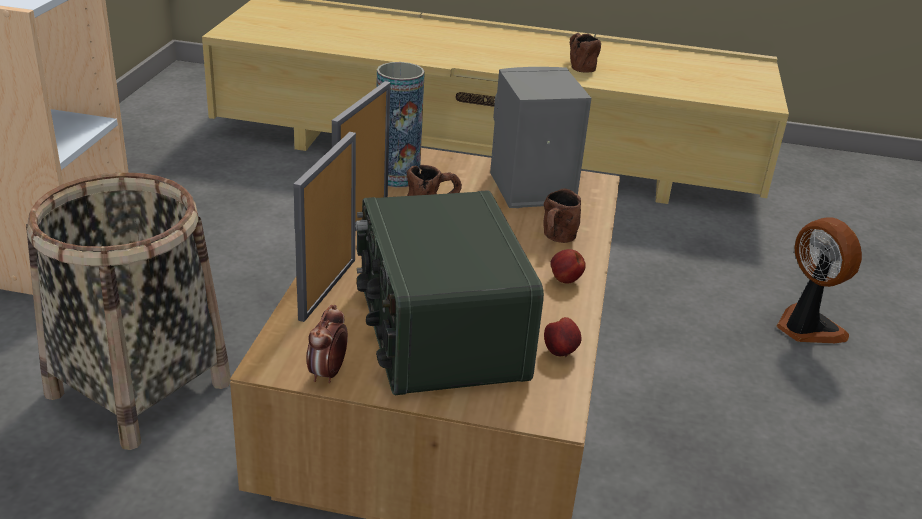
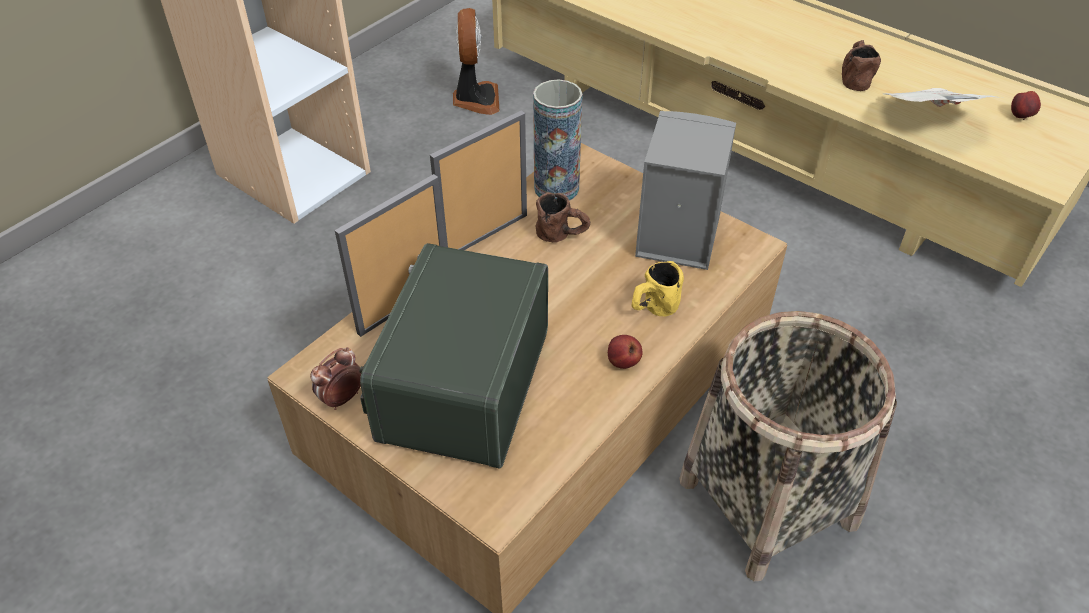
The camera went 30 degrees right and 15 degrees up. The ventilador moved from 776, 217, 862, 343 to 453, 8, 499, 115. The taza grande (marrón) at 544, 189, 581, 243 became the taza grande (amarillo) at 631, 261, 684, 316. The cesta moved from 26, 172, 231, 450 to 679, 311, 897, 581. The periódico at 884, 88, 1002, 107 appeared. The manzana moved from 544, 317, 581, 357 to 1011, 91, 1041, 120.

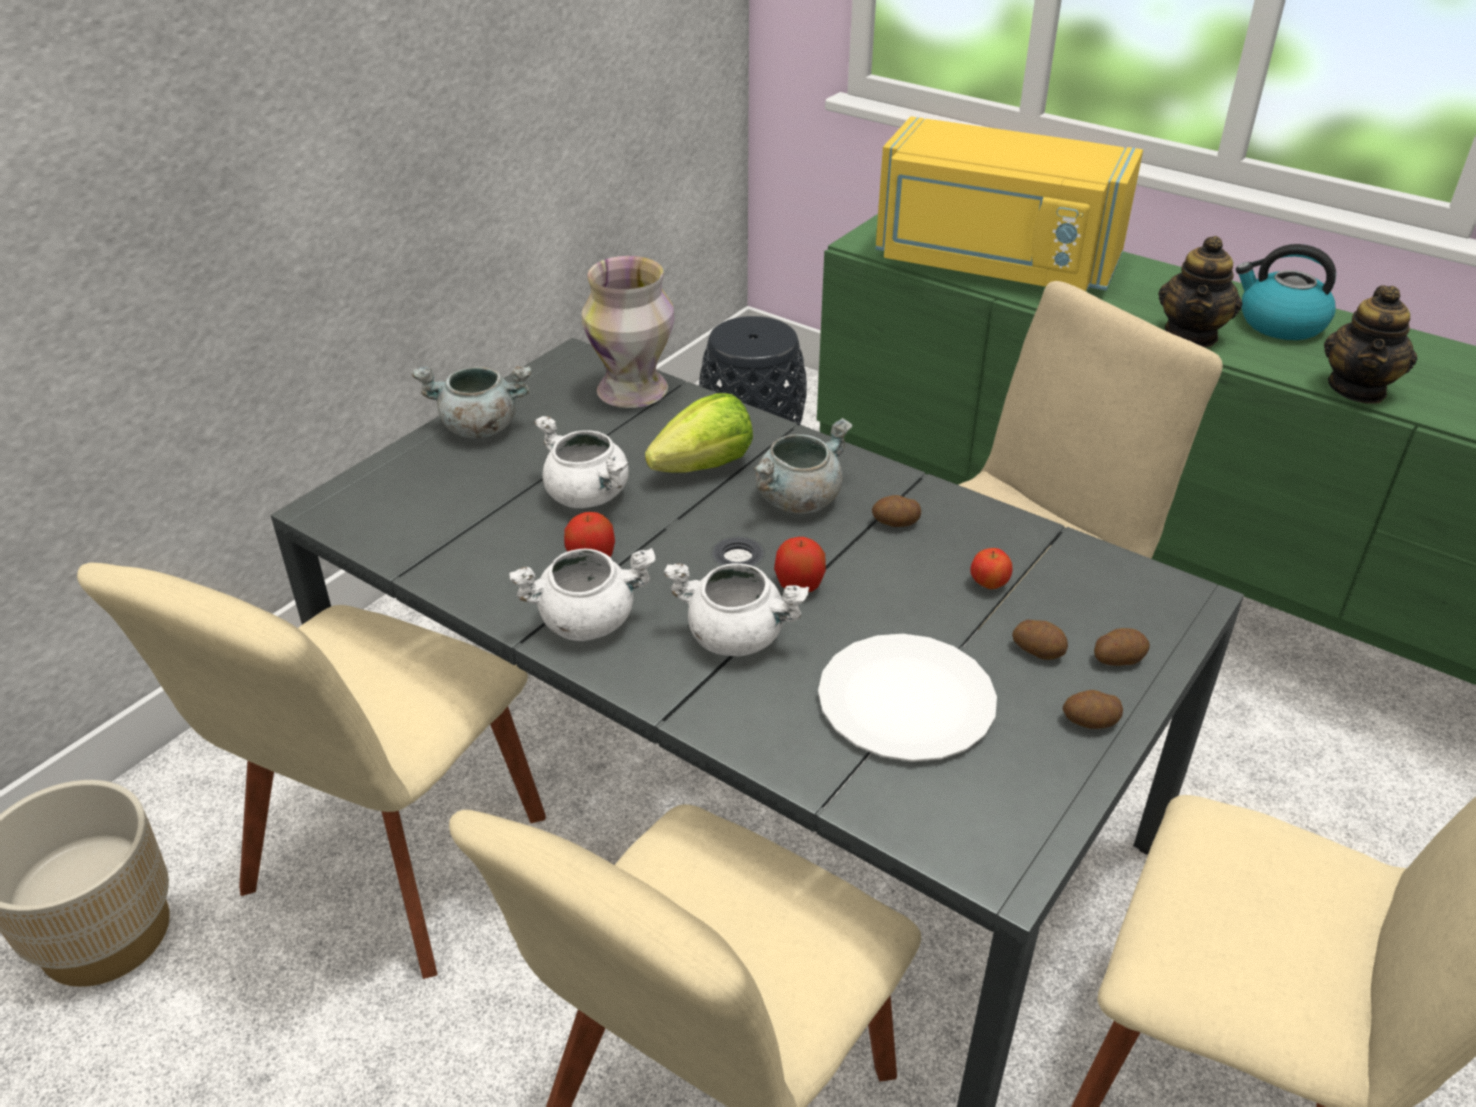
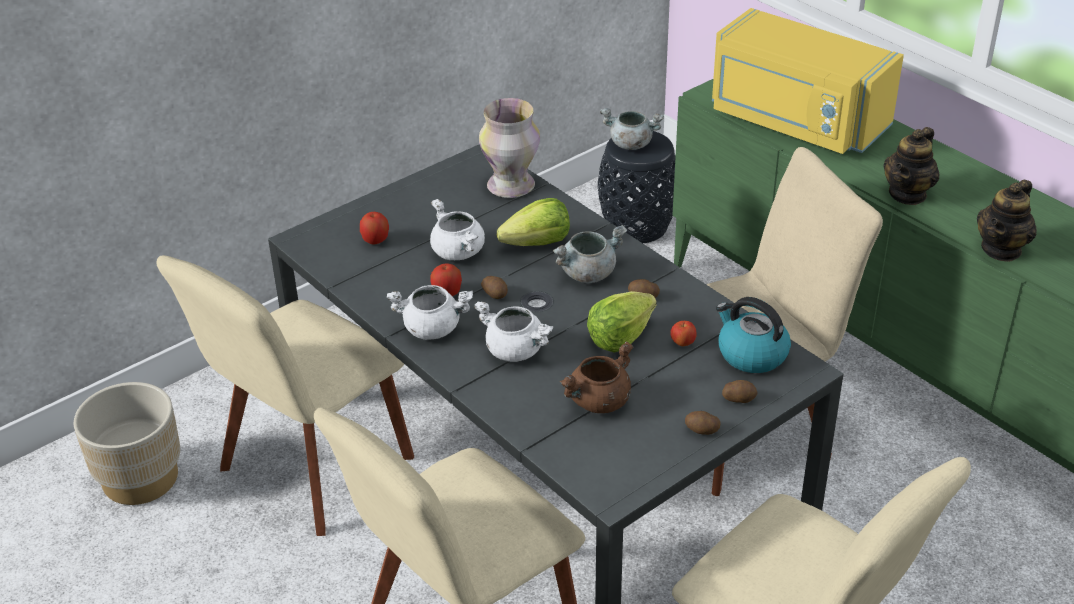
The camera went 15 degrees right and 0 degrees up. The manzana moved from 774, 537, 826, 592 to 360, 212, 389, 245. The patata moved from 1012, 620, 1068, 660 to 481, 276, 508, 299. The plato (blanco) at 818, 634, 997, 762 was replaced by the olla (marrón) at 560, 341, 634, 413. The lechuga at 587, 291, 657, 353 appeared. The olla (gris) moved from 412, 366, 532, 438 to 600, 108, 664, 150. The hervidor moved from 1236, 244, 1336, 340 to 716, 297, 791, 373.

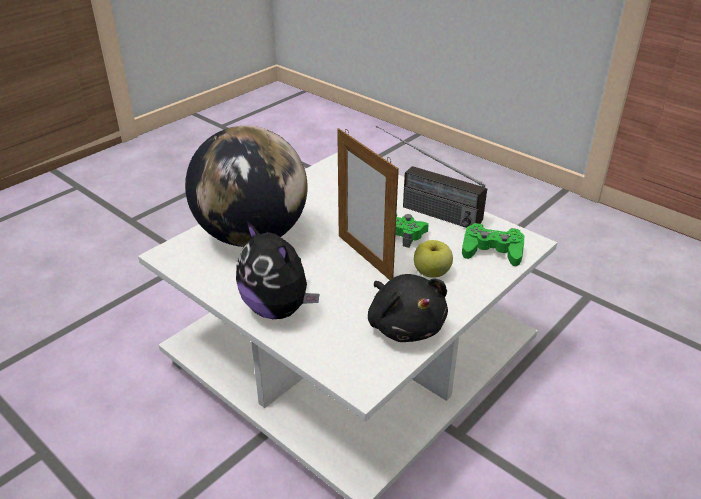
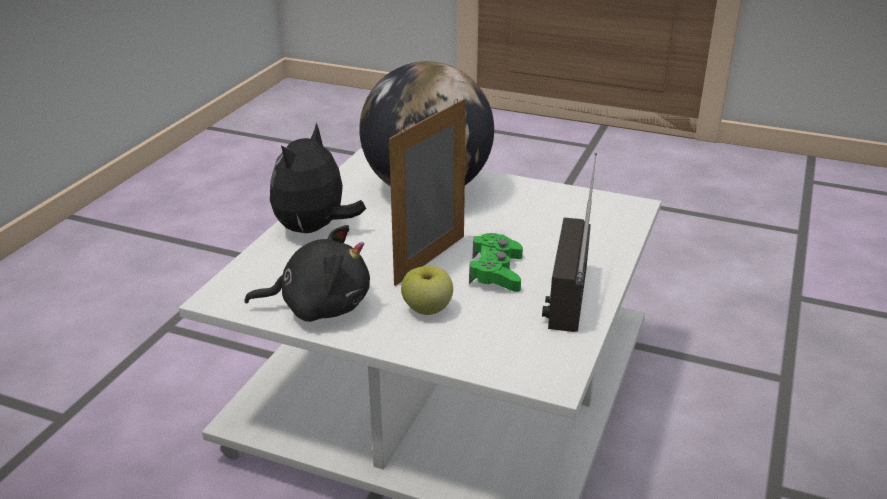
The camera went 70 degrees right and 5 degrees down. The peluche (negro) at 368, 274, 448, 342 turned 135 degrees counterclockwise. The mando de consola (verde) at 462, 223, 524, 266 disappeared.

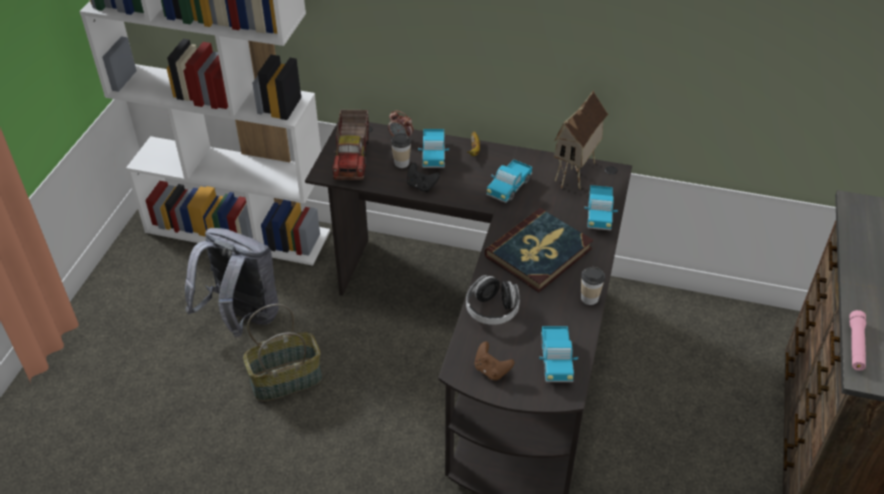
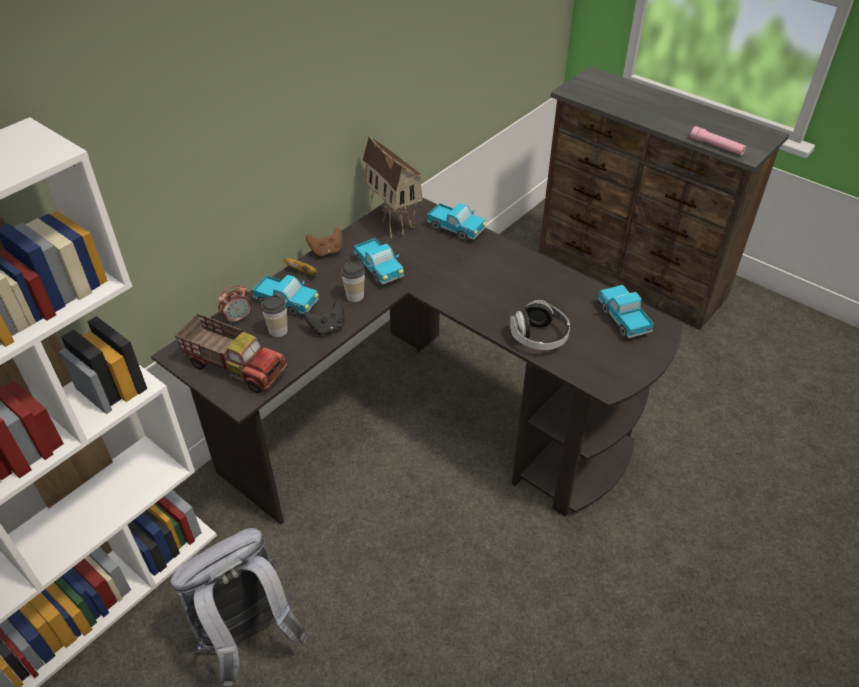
The camera went 65 degrees left and 0 degrees up. The mando de consola (marrón) moved from 475, 341, 514, 380 to 306, 228, 342, 257. The taza moved from 581, 267, 605, 305 to 341, 261, 365, 302. The camión de juguete at 539, 326, 579, 382 turned 135 degrees counterclockwise. The cesta at 243, 304, 322, 401 disappeared. The libro at 485, 208, 593, 292 disappeared.

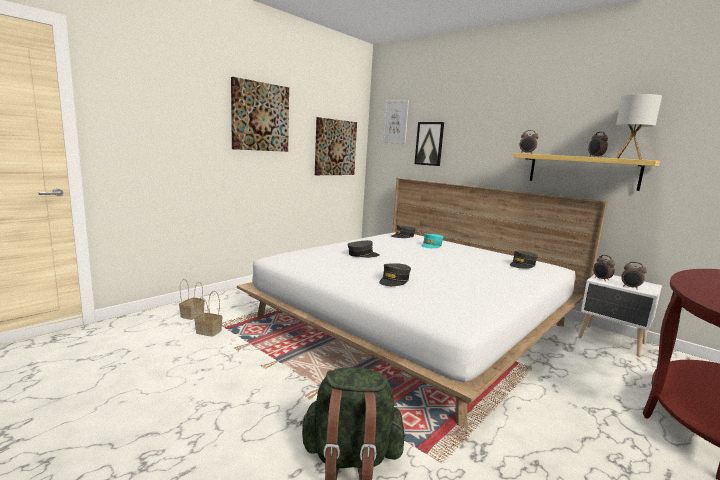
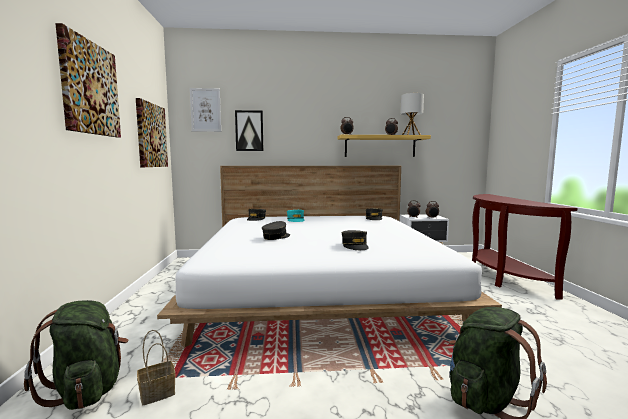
The camera went 45 degrees left and 5 degrees down. The cesta at 179, 279, 205, 320 was replaced by the mochila (verde) at 24, 300, 128, 410.

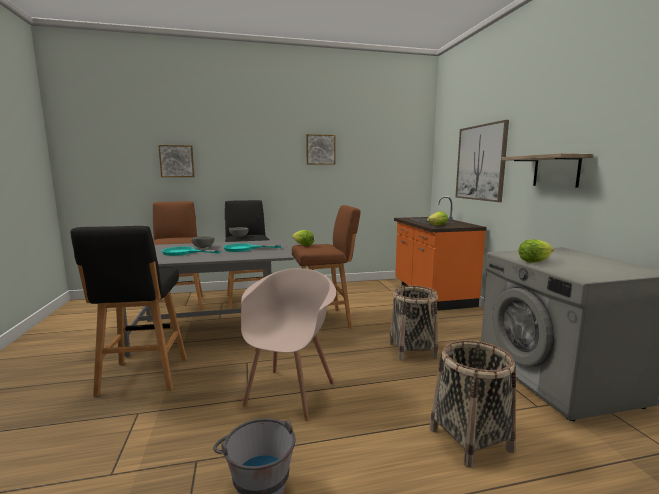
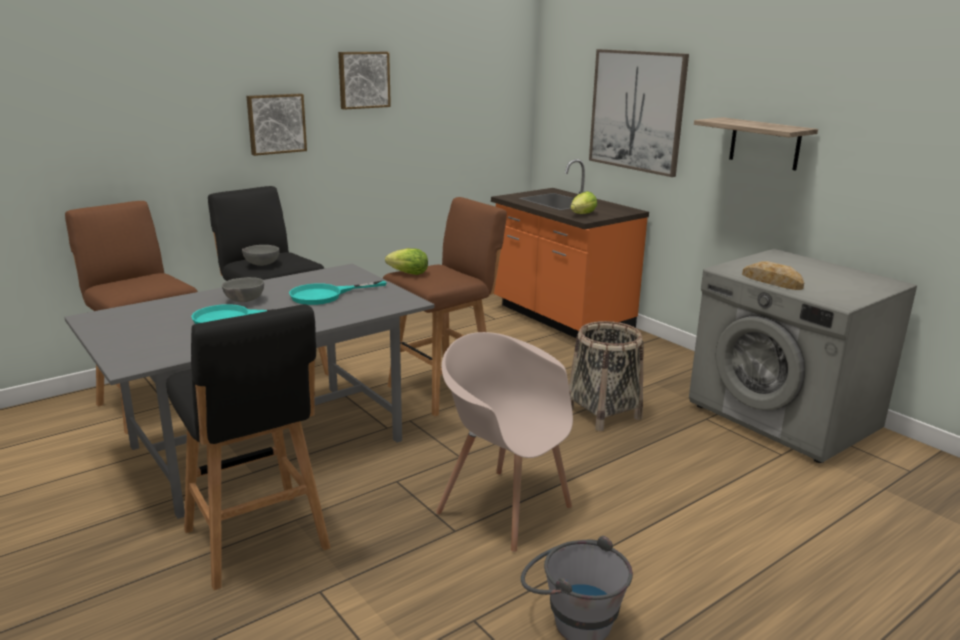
The camera went 25 degrees left and 10 degrees up. The cuadro moved from 158, 145, 195, 177 to 246, 93, 307, 156. The silla (beis) at 241, 268, 336, 421 turned 45 degrees counterclockwise. The lechuga at 518, 239, 554, 263 was replaced by the pan at 742, 261, 804, 290. The cesta at 430, 340, 516, 468 disappeared.

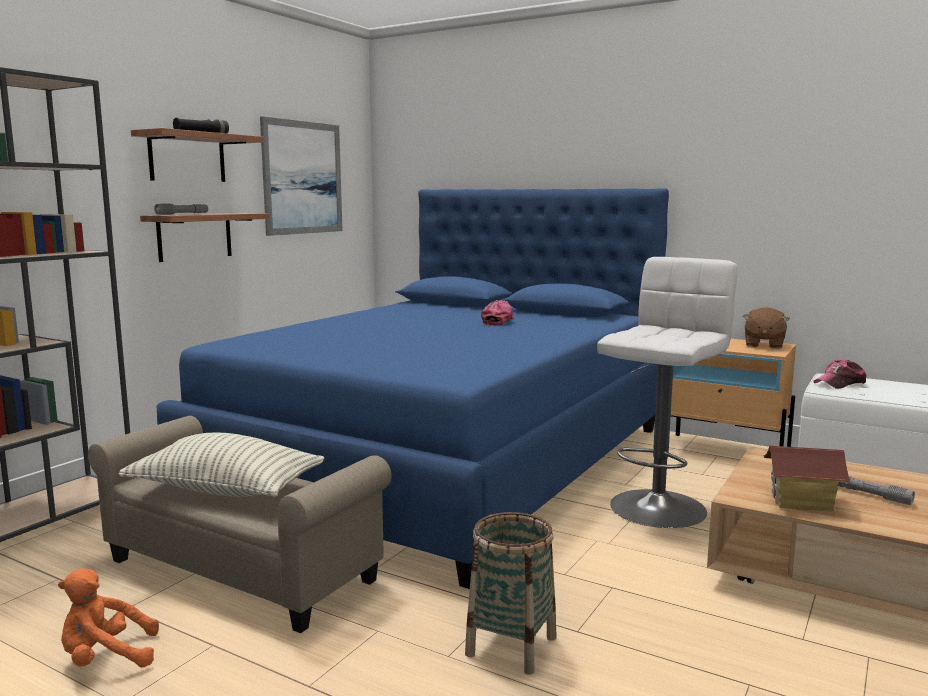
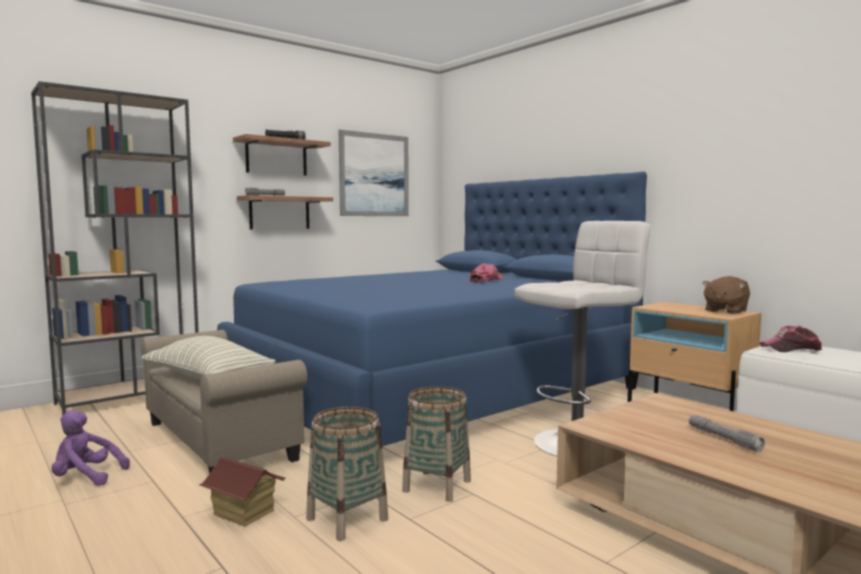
The camera went 20 degrees right and 5 degrees down. The peluche (naranja) at 58, 568, 159, 667 became the peluche (morado) at 51, 410, 130, 486. The casita moved from 763, 446, 851, 512 to 199, 456, 285, 527. The cesta at 402, 386, 471, 502 appeared.

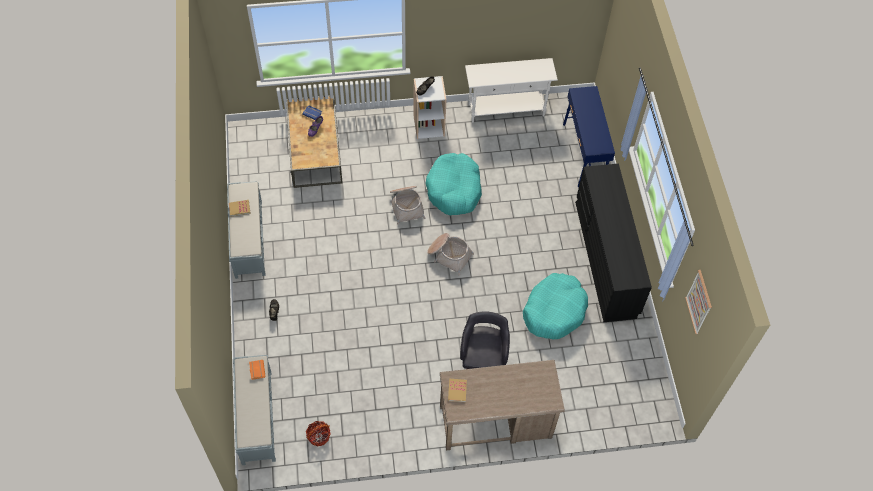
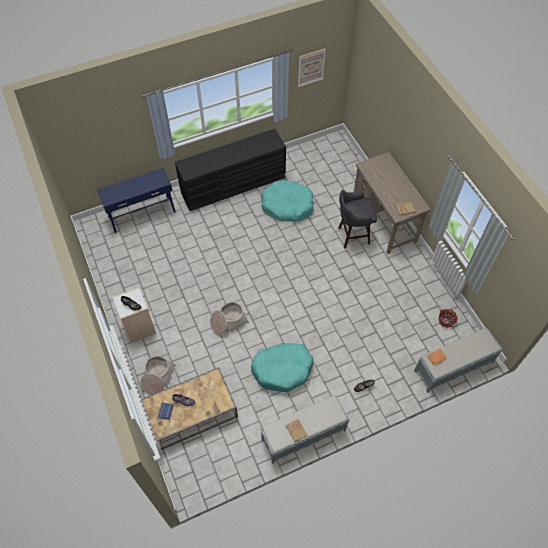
The camera went 105 degrees left and 0 degrees up. The cesta moved from 427, 233, 474, 275 to 140, 356, 176, 395. The cama para perro (turquesa) moved from 425, 153, 482, 215 to 251, 343, 313, 392. The mesa consola (blanco) at 465, 58, 558, 123 disappeared.

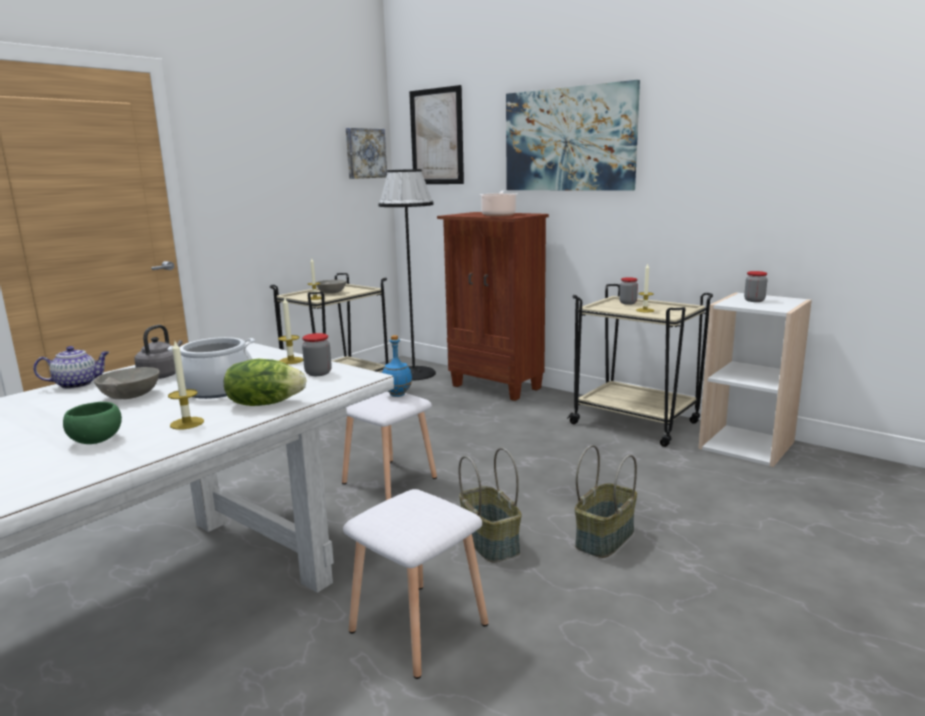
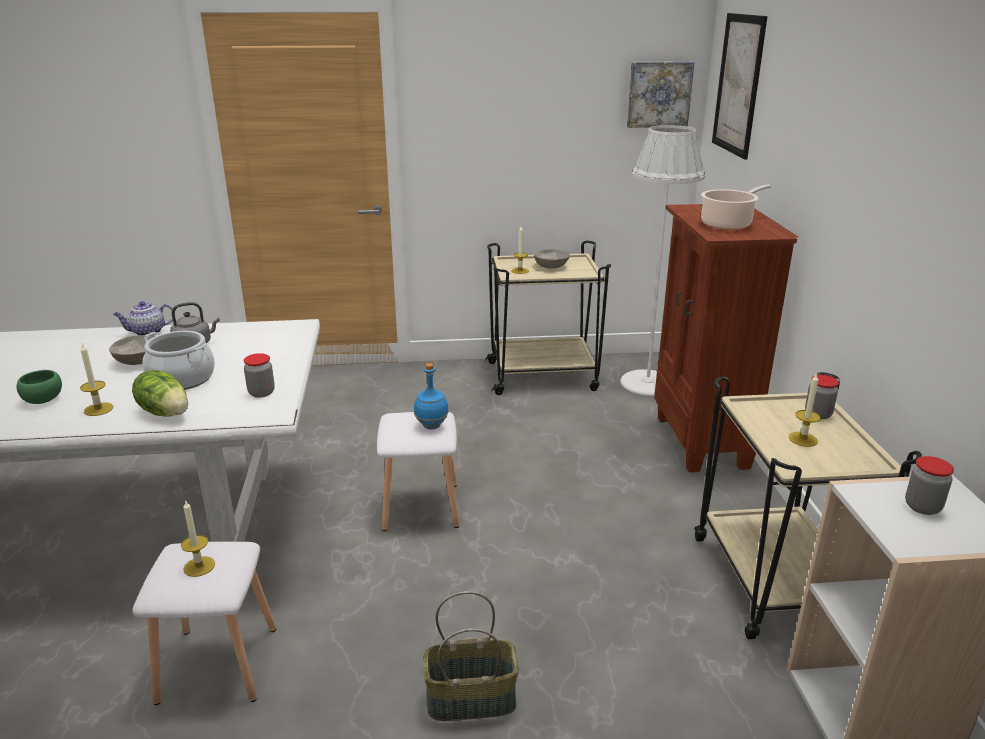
The camera went 45 degrees right and 10 degrees up. The tetera at 33, 346, 110, 389 turned 135 degrees clockwise. The vela moved from 278, 297, 303, 364 to 181, 500, 215, 577. The lámpara de pie (negro) at 378, 169, 436, 381 became the lámpara de pie (blanco) at 620, 125, 706, 396. The cesta at 459, 448, 522, 562 disappeared. The cuadro at 506, 80, 640, 191 disappeared.

